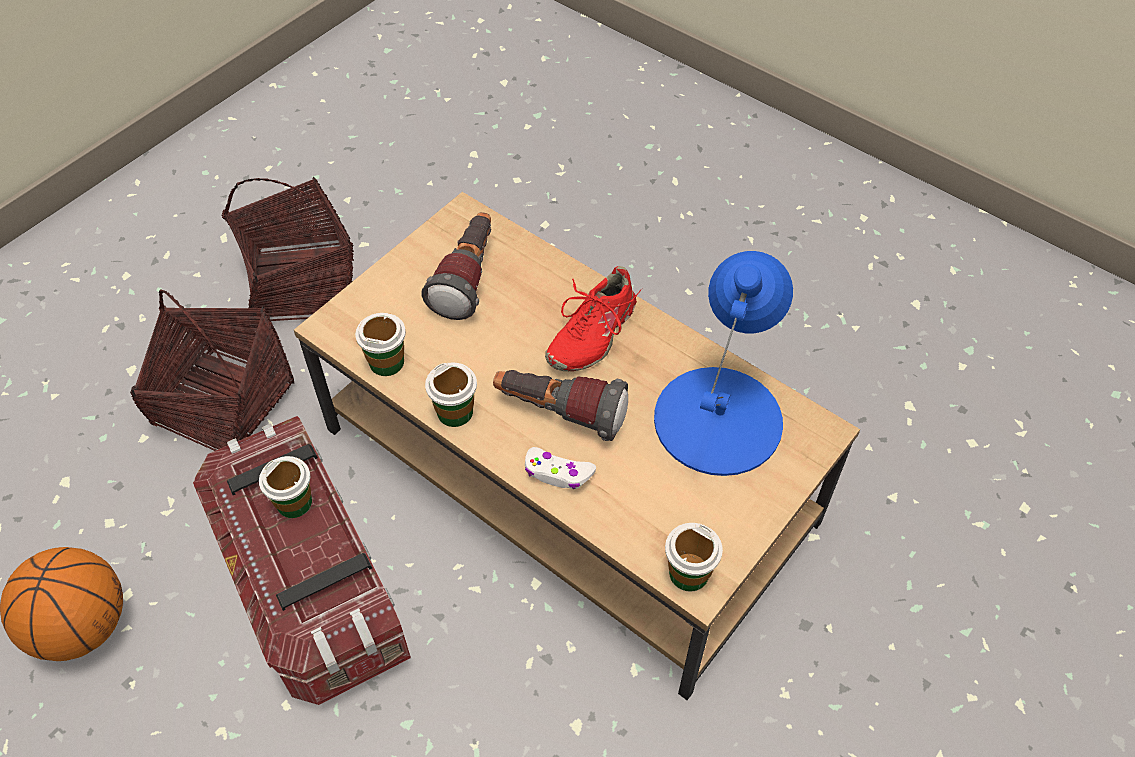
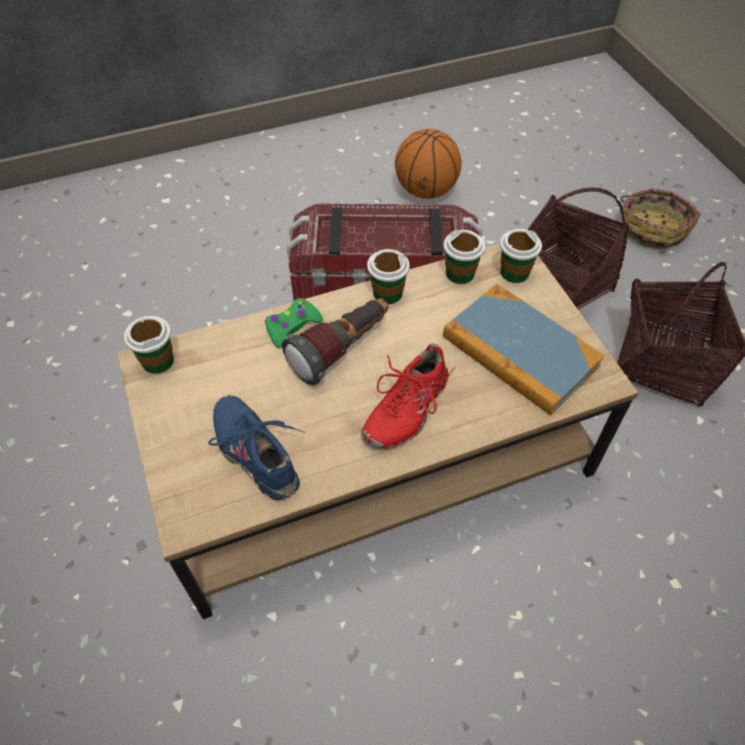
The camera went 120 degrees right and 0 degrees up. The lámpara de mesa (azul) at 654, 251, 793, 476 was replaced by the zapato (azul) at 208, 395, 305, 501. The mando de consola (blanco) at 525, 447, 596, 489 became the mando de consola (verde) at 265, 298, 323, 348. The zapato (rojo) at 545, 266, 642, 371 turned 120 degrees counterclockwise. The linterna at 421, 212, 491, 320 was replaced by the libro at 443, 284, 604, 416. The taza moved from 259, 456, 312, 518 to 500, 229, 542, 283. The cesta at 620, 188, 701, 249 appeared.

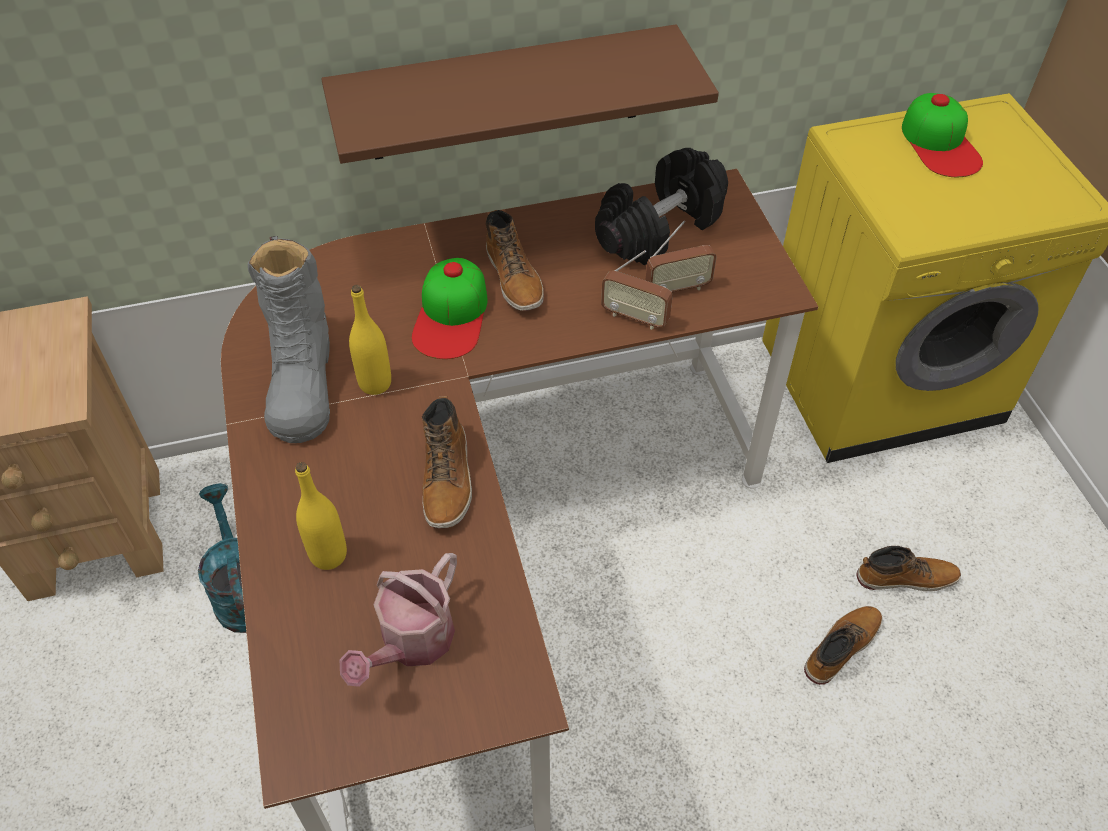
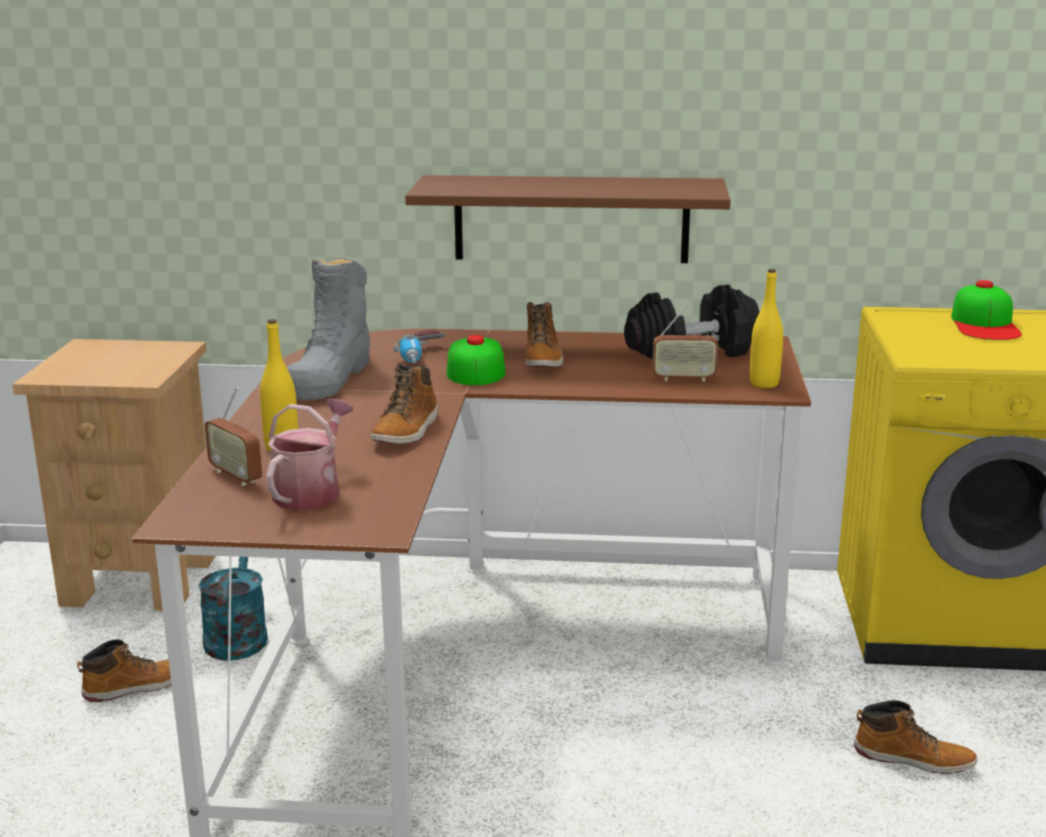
The camera went 20 degrees right and 30 degrees down. The bota moved from 804, 606, 883, 685 to 77, 639, 192, 702. The radio moved from 601, 250, 673, 330 to 205, 387, 262, 486. The regadera at 340, 553, 457, 687 turned 150 degrees clockwise. The taladro at 394, 329, 445, 363 appeared. The gorra at 412, 258, 487, 359 turned 150 degrees clockwise. The botella (amarillo) moved from 349, 285, 391, 395 to 750, 269, 783, 388.

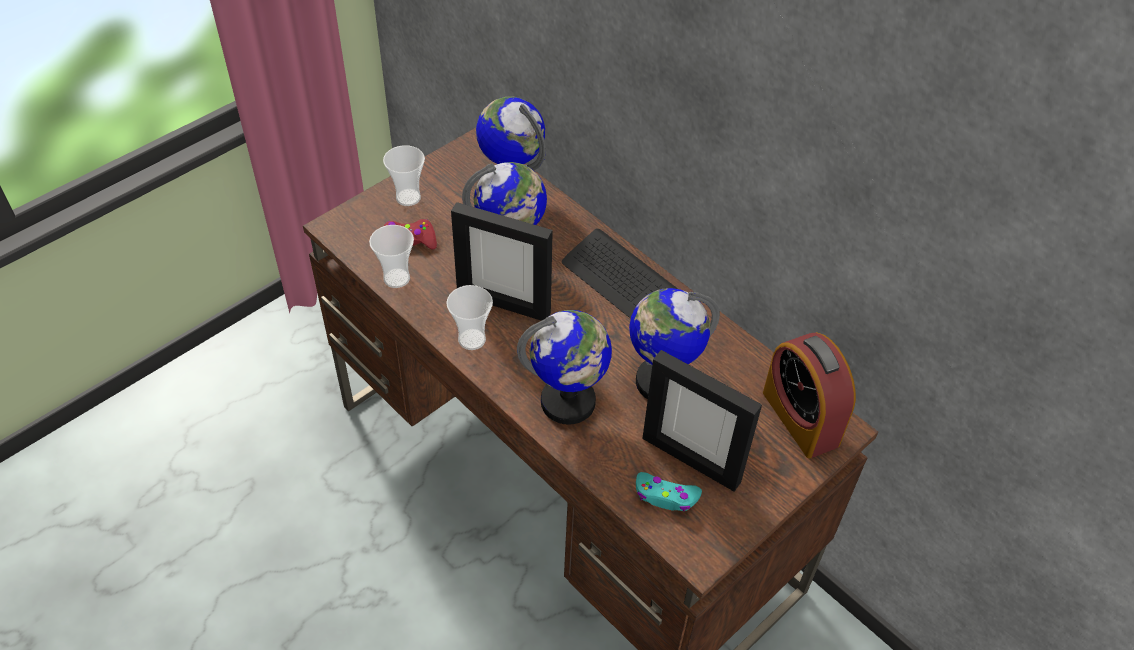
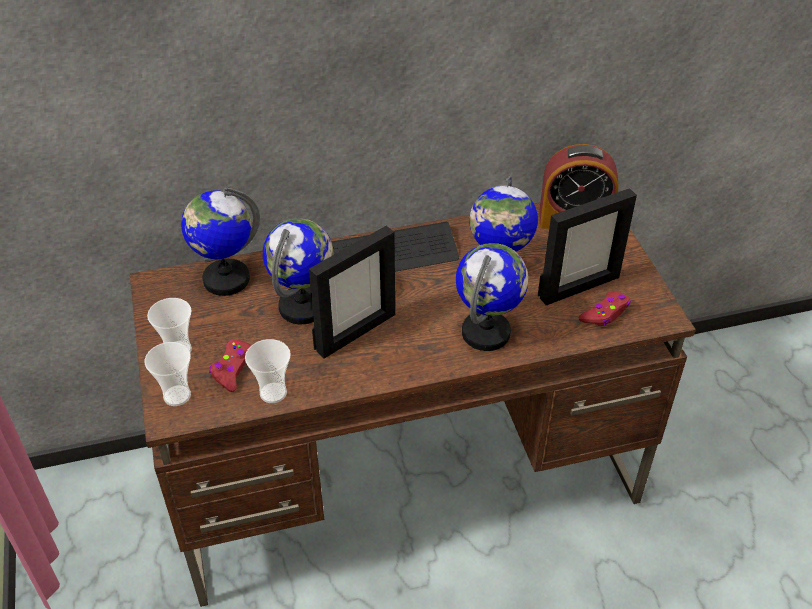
The camera went 60 degrees left and 5 degrees down. The taza moved from 446, 285, 493, 350 to 145, 342, 191, 406. The mando de consola (turquesa) at 636, 472, 702, 511 became the mando de consola (rojo) at 578, 292, 631, 326.

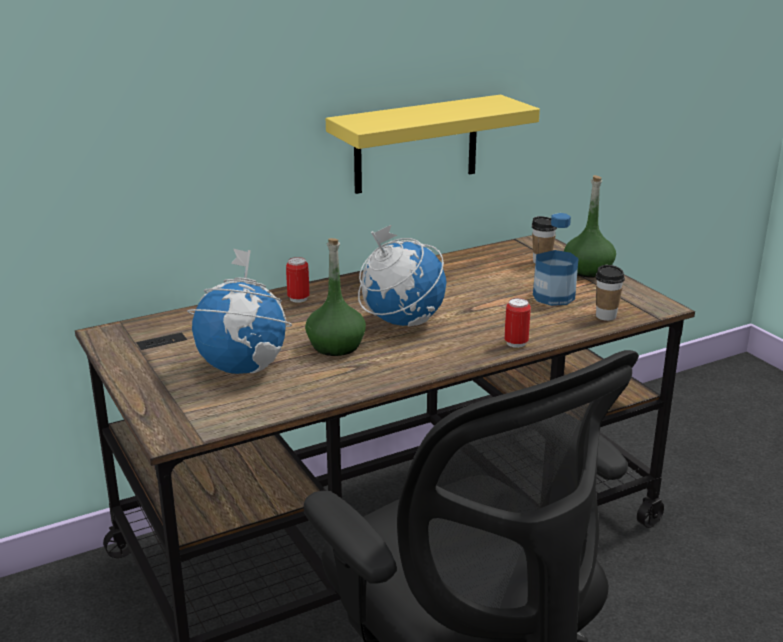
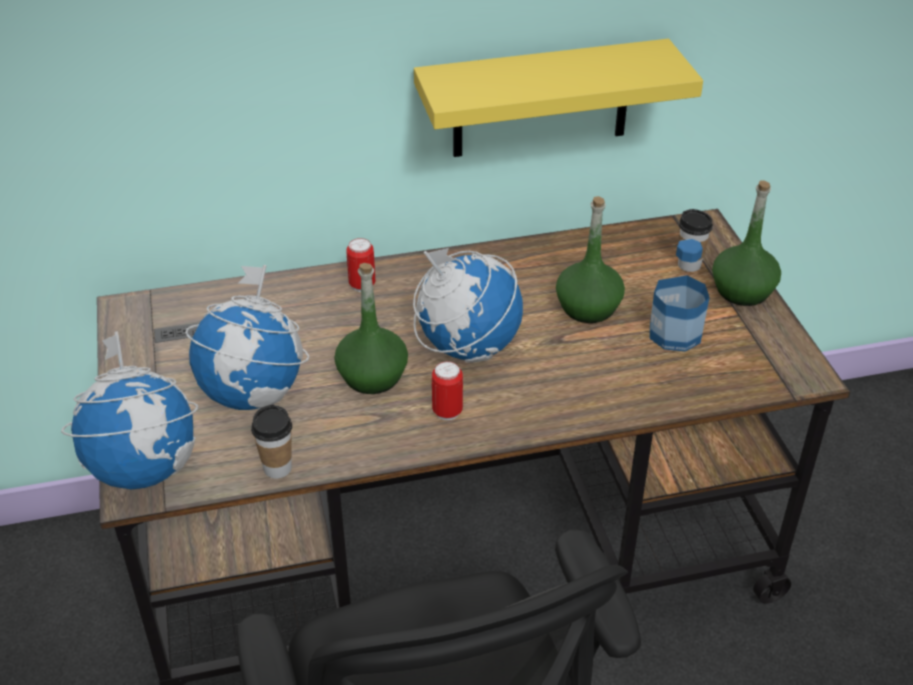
The camera went 15 degrees right and 15 degrees up. The globo terráqueo at 61, 331, 198, 489 appeared. The taza moved from 595, 265, 625, 321 to 251, 405, 292, 479. The lata moved from 504, 298, 531, 348 to 432, 361, 463, 420. The botella (verde) at 556, 196, 625, 323 appeared.

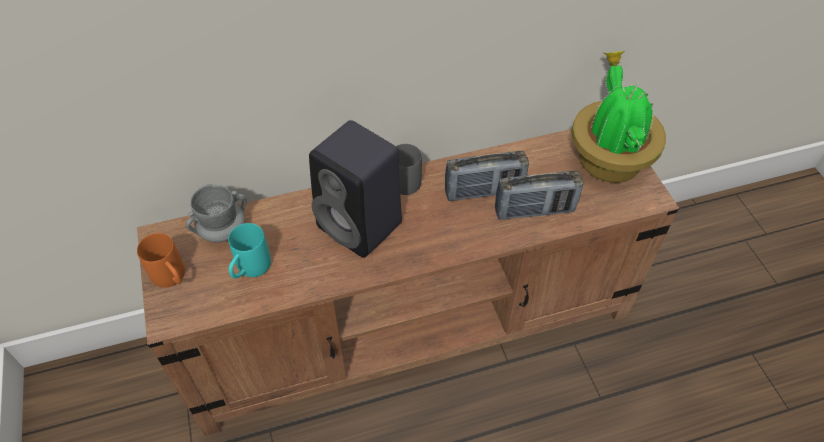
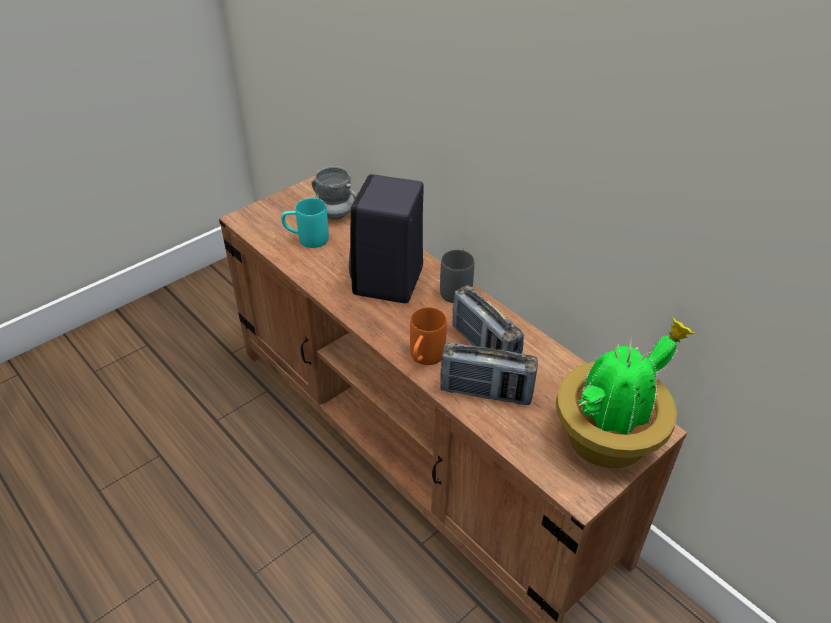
The camera went 65 degrees right and 10 degrees down. The taza grande (naranja) moved from 137, 233, 185, 288 to 410, 307, 447, 365. The radio at 495, 171, 583, 220 turned 45 degrees counterclockwise.

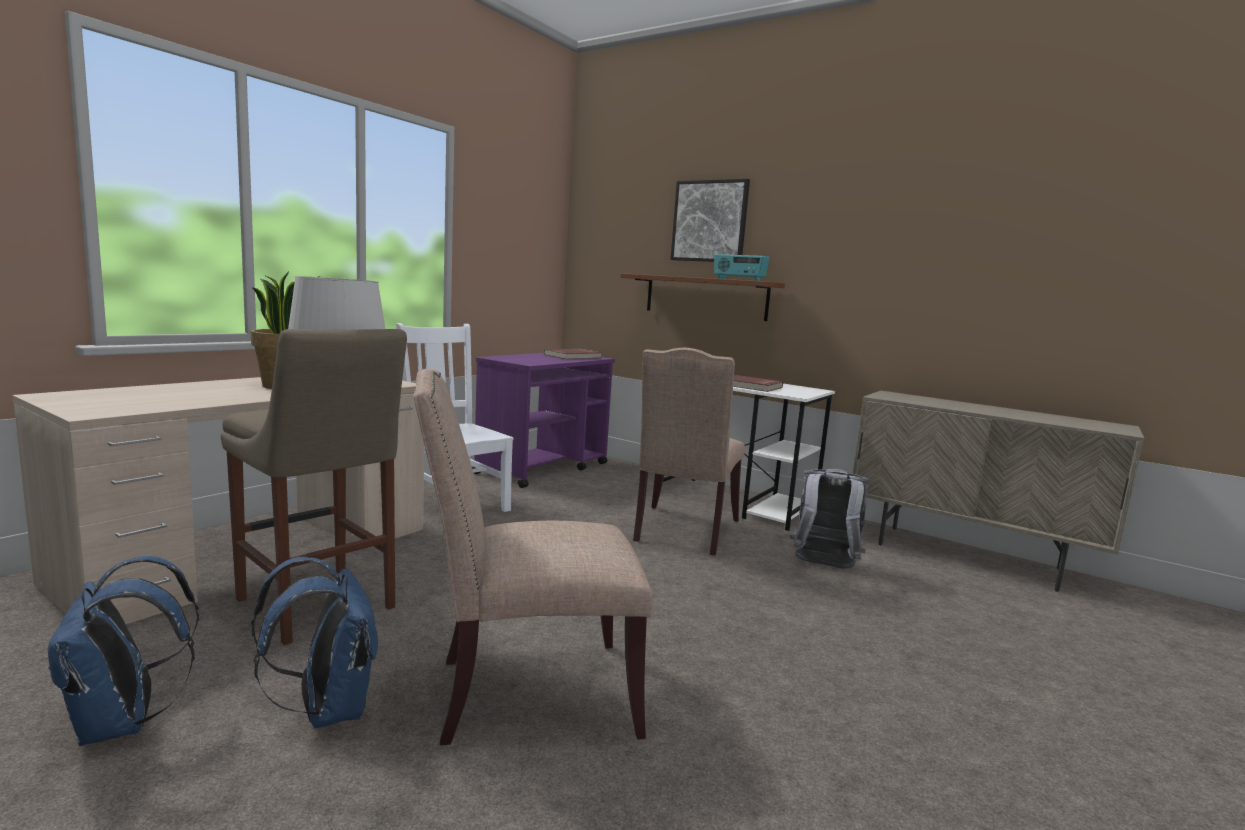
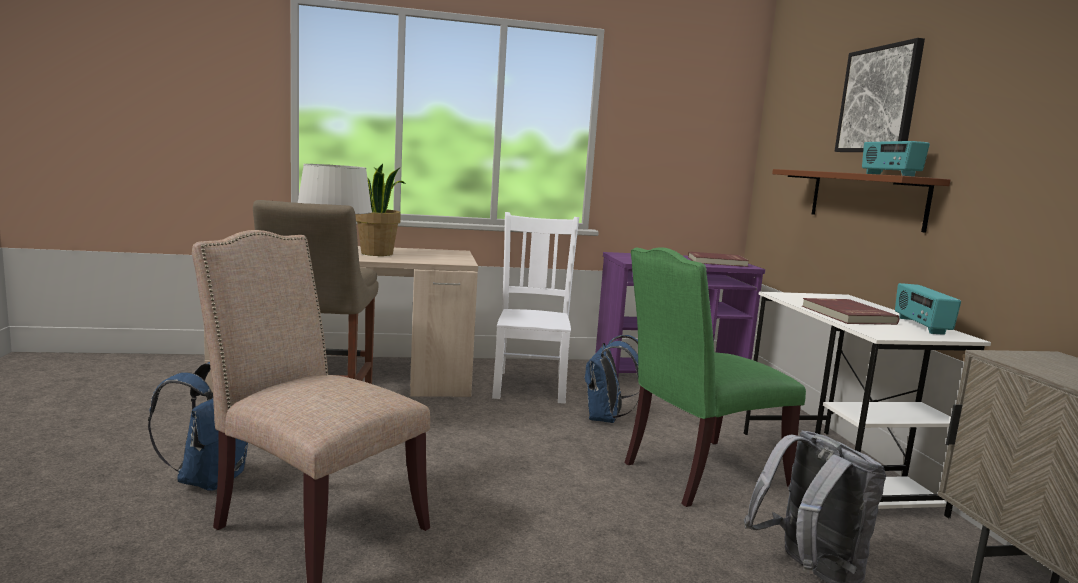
The camera went 45 degrees right and 0 degrees up. The mochila (azul) moved from 48, 556, 199, 746 to 584, 335, 640, 423. The silla (beis) at 633, 348, 745, 555 became the silla (verde) at 625, 247, 806, 507. The radio at 895, 283, 961, 335 appeared.

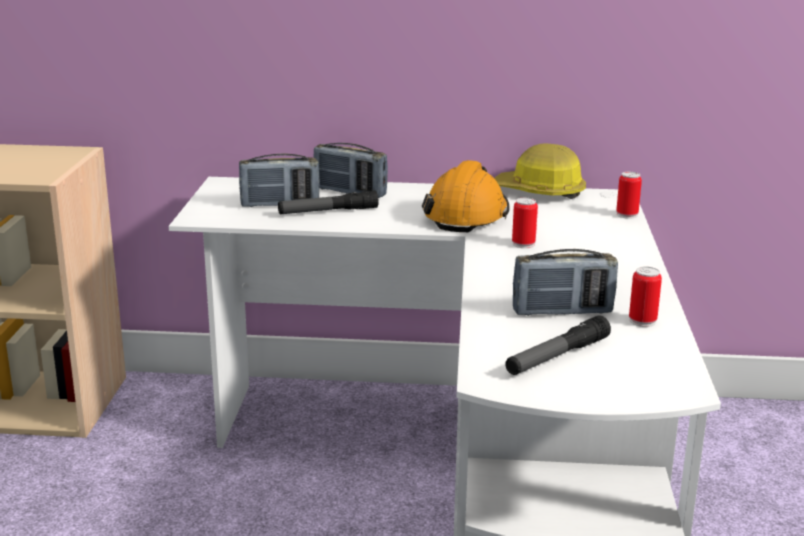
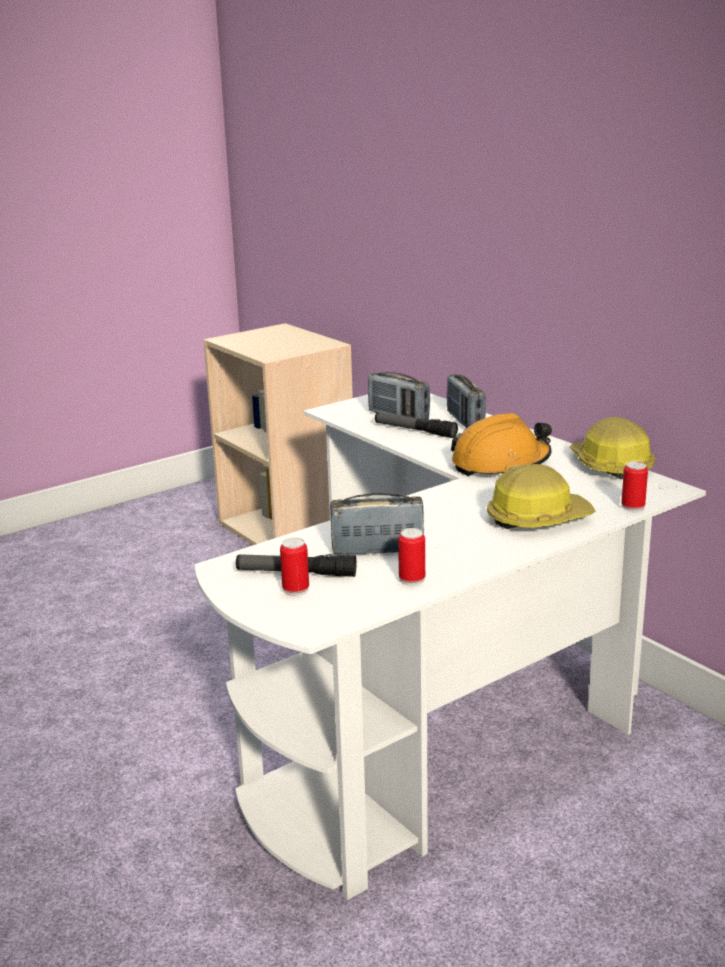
The camera went 50 degrees right and 0 degrees up. The lata moved from 512, 198, 538, 248 to 280, 538, 309, 596. The radio at 513, 249, 618, 316 turned 135 degrees clockwise. The casco at 487, 464, 595, 529 appeared.

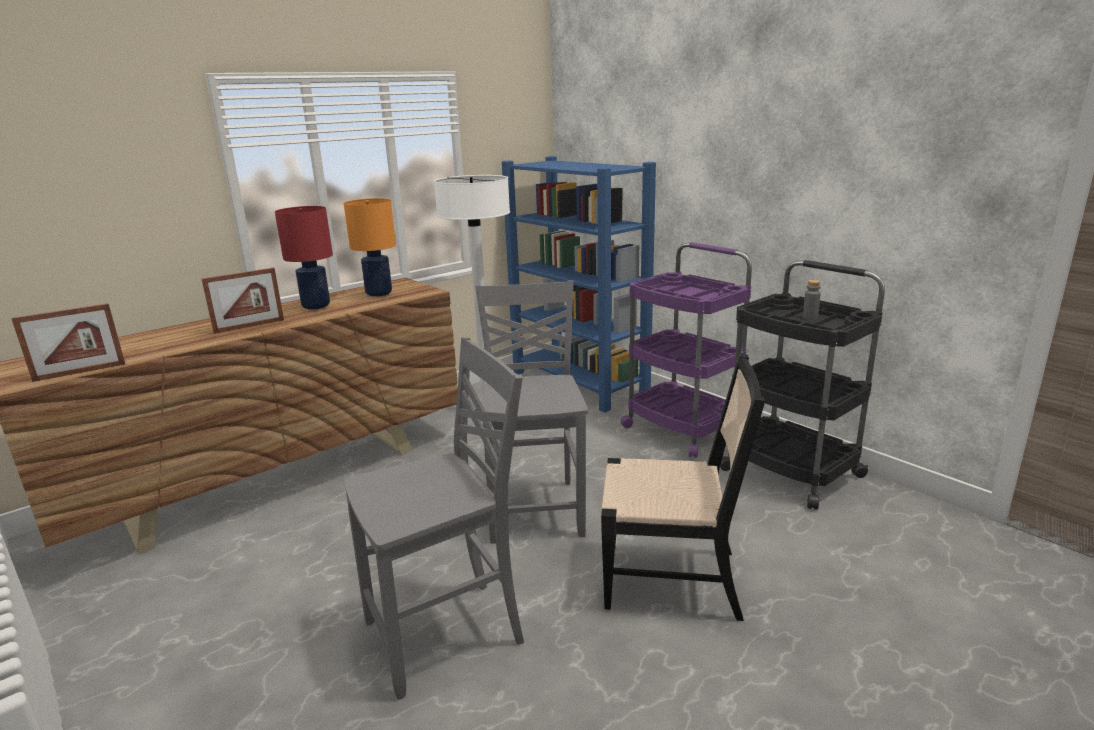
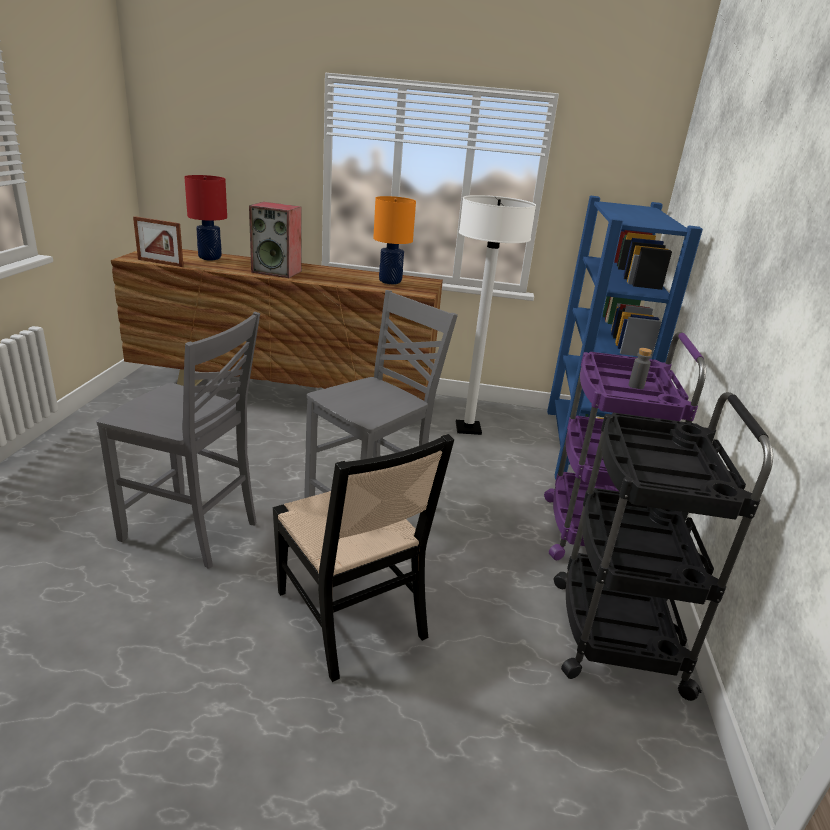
The camera went 45 degrees right and 5 degrees up. The lámpara de mesa (rojo) moved from 275, 206, 333, 310 to 184, 175, 227, 261. The portarretratos at 202, 268, 284, 334 was replaced by the altavoz at 249, 202, 302, 278. The botella (gris) moved from 803, 280, 821, 320 to 629, 348, 652, 389.

